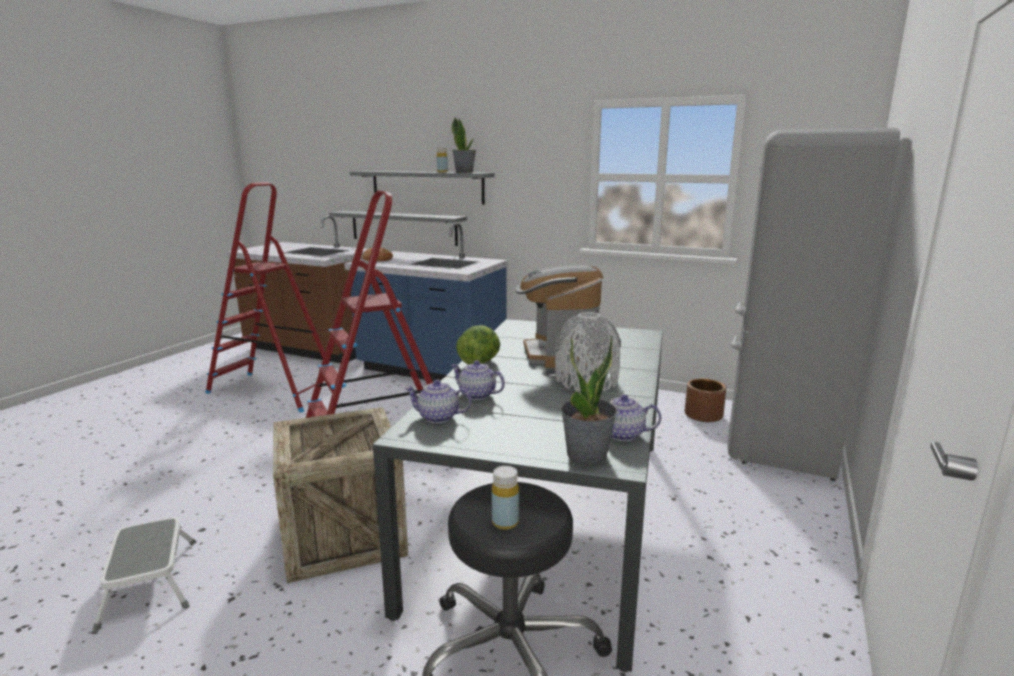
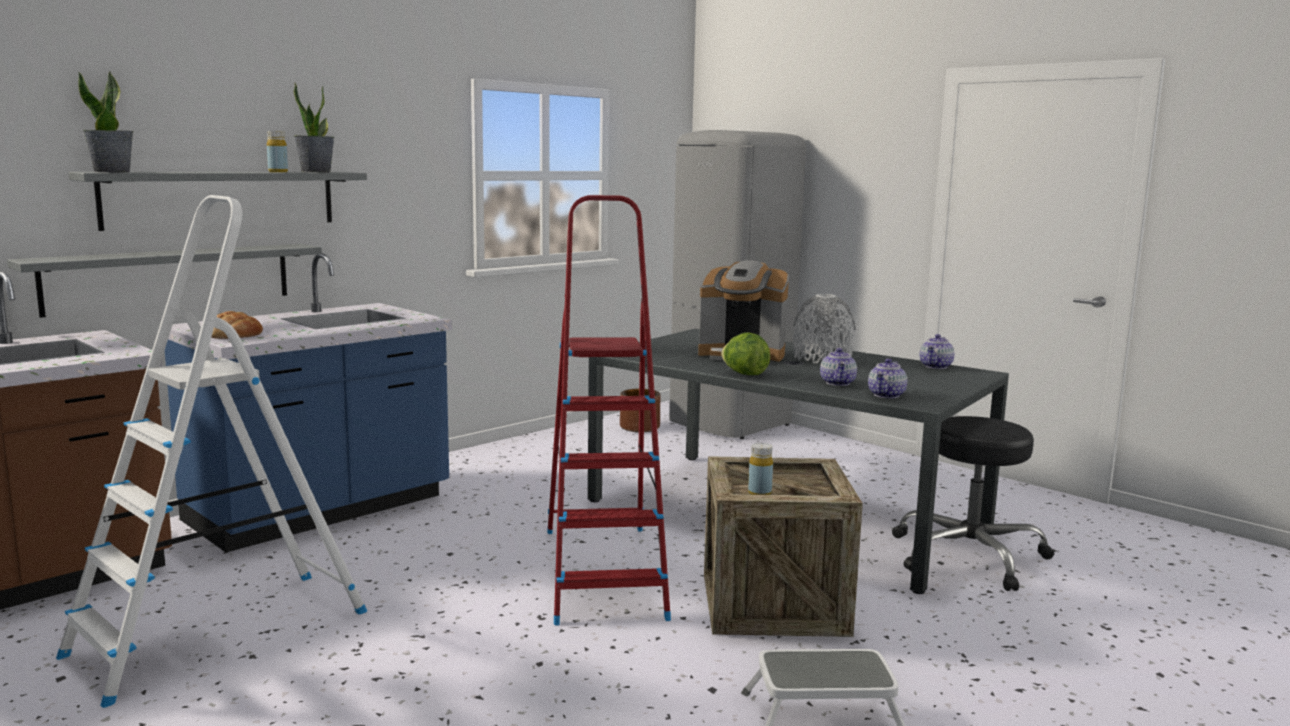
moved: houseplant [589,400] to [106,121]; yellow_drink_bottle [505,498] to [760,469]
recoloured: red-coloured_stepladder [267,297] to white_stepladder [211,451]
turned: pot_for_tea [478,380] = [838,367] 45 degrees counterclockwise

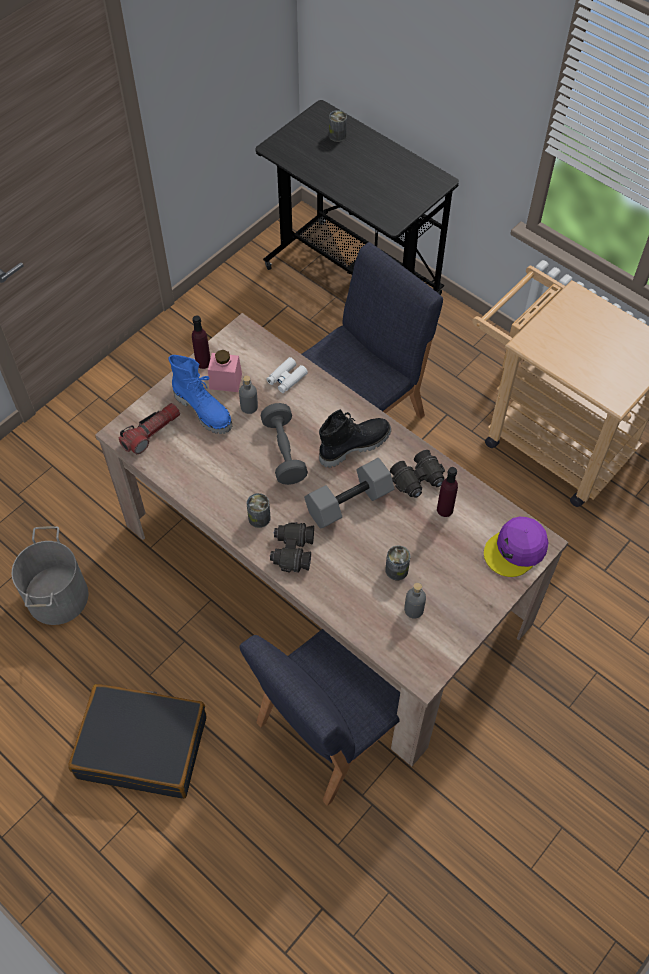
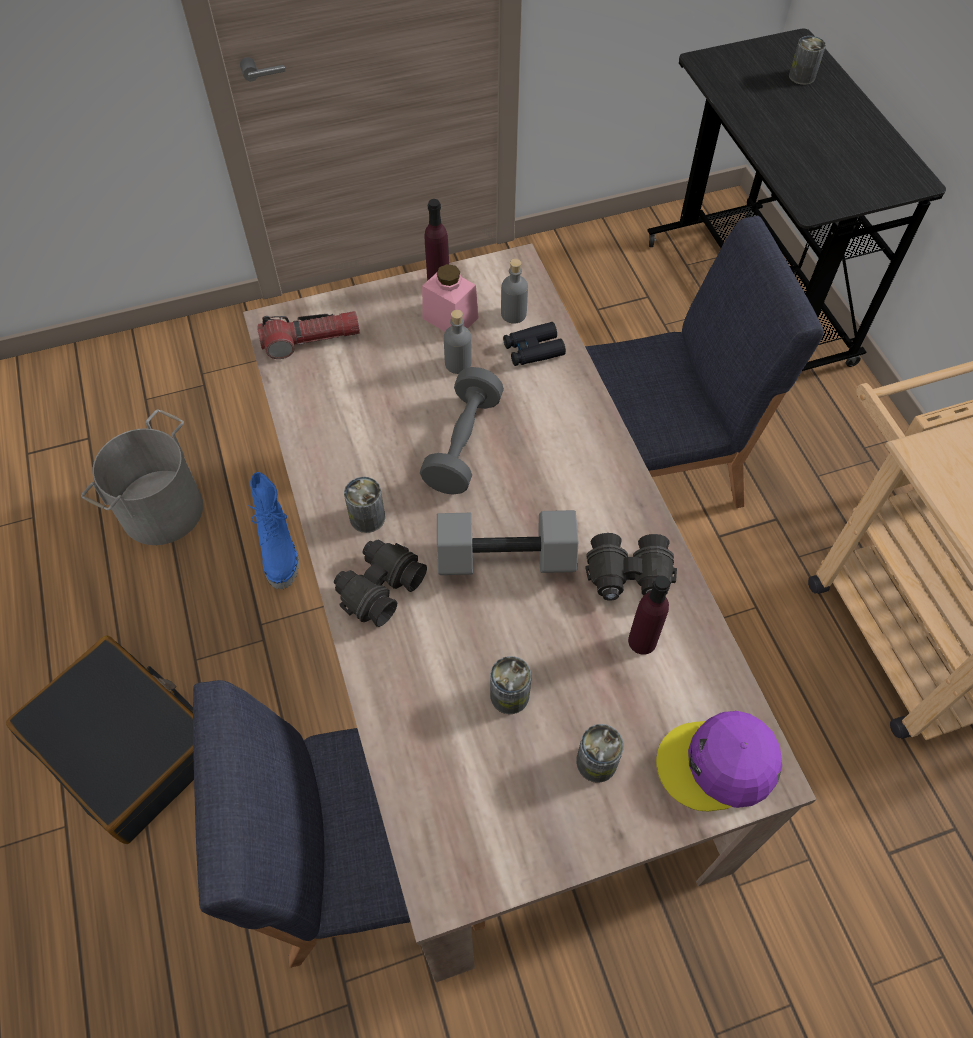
removed: blackish_tall_boot [355,438]
added: sealed_can [600,753]
moved: blue-coloured_tall_boot [200,394] to [273,530]; grey_drink_bottle [415,601] to [514,291]
recoloured: white_field_glasses [287,375] to blackish_field_glasses [534,344]

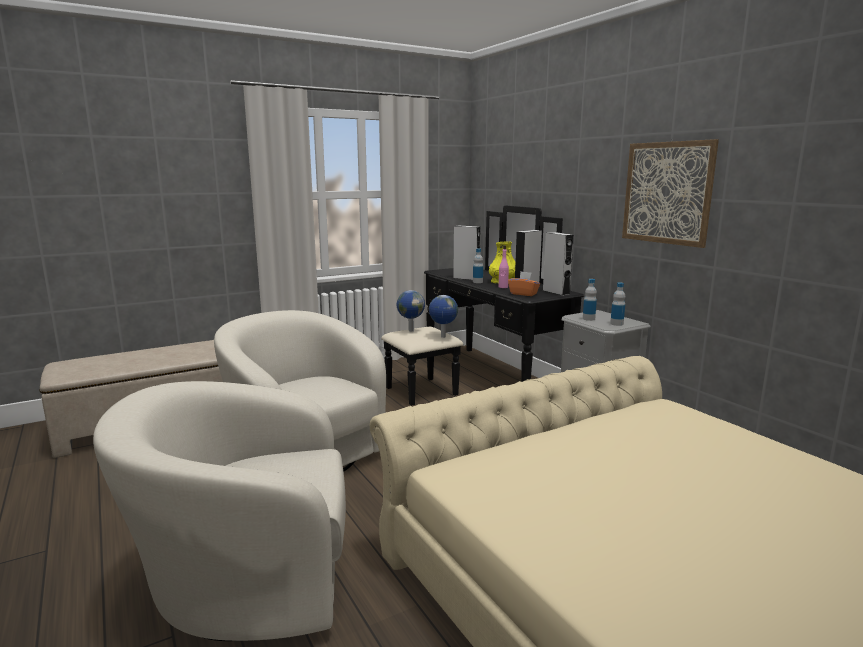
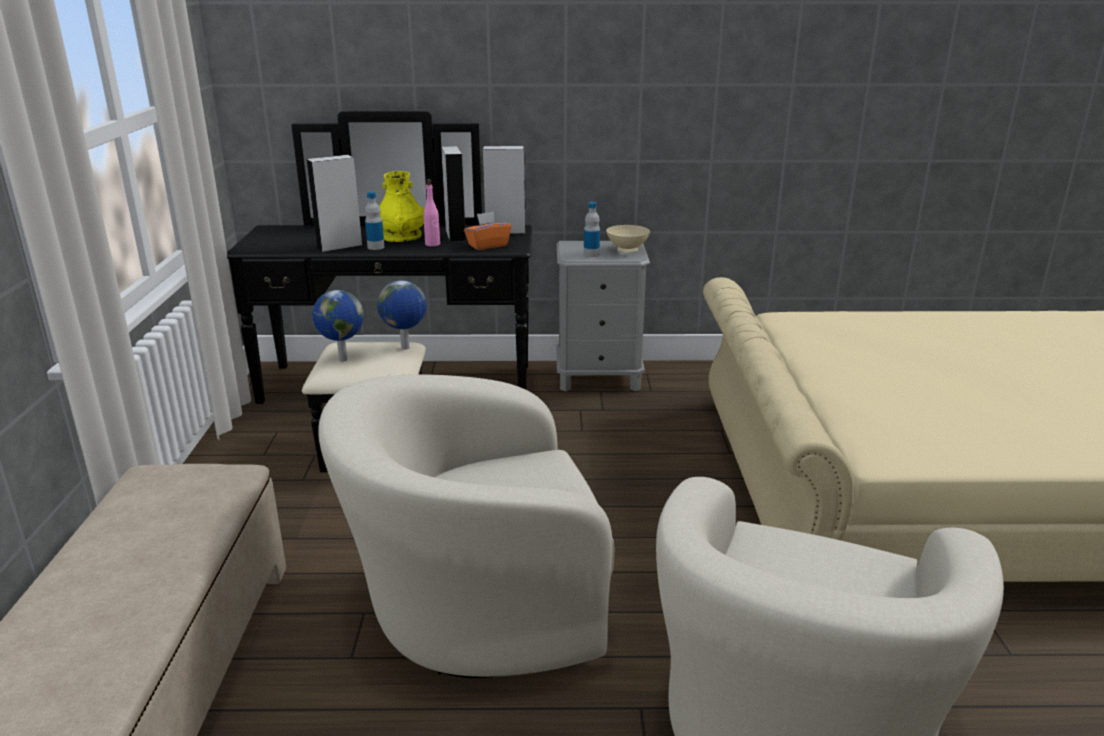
removed: wall_picture [670,193]
replaced: drink_bottle [617,304] to beige_bowl [628,238]

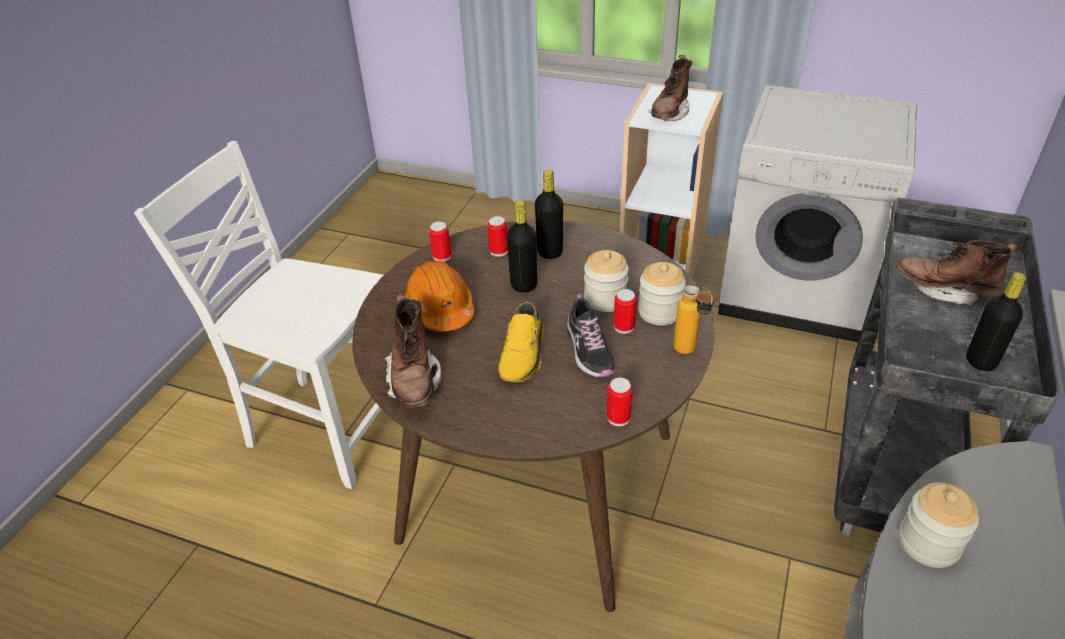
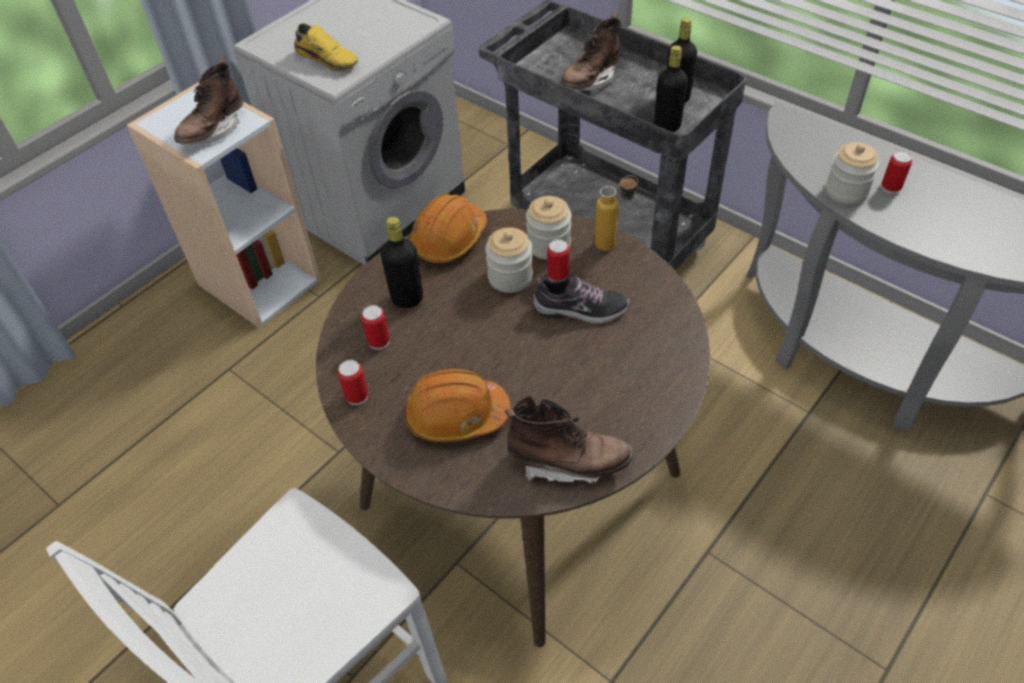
added: orange-coloured_work_helmet [448,229]
moved: yellow_item_of_footwear [521,342] to [326,47]; blackish_drink_bottle [522,246] to [671,88]; sealed_can [620,402] to [896,172]
turned: brownish_tall_boot [671,88] = [208,101] 75 degrees clockwise

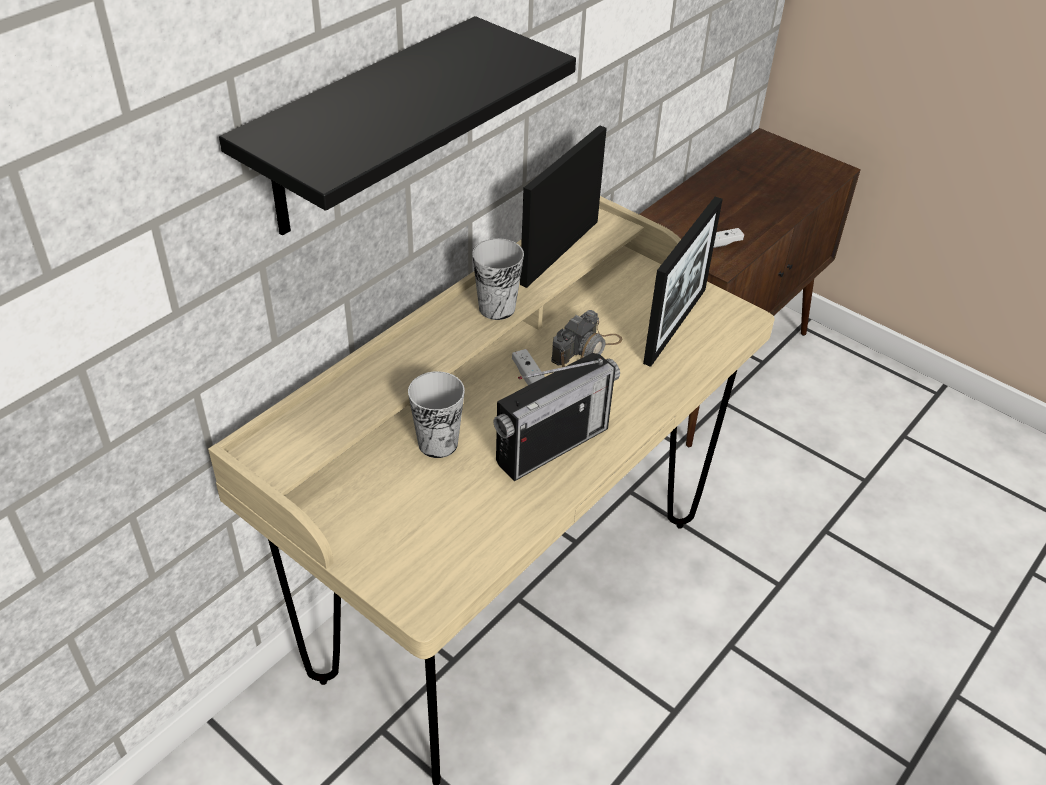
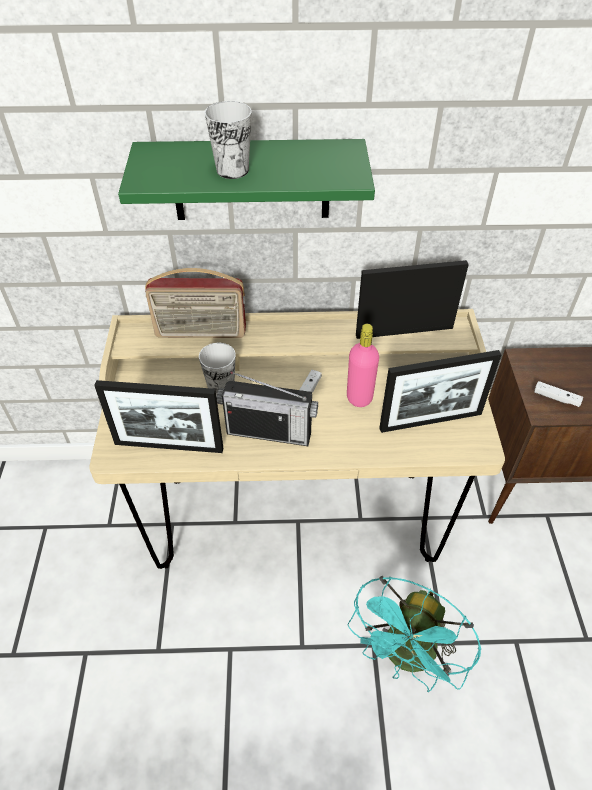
added: photo_frame [158,416]; radio_set [195,303]; blue-green_electric_fan [414,634]
moved: drinking_cup [498,279] to [228,140]
replaced: photo_camera [586,338] to pink_drink_bottle [363,365]
recoloured: blackish_bracket_shelf [397,126] to green_bracket_shelf [246,179]

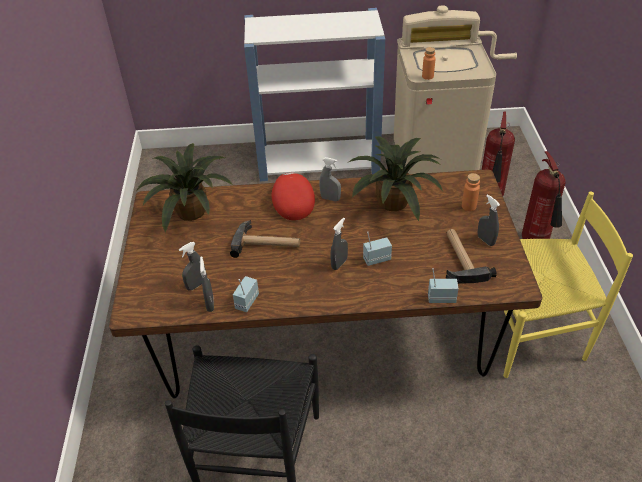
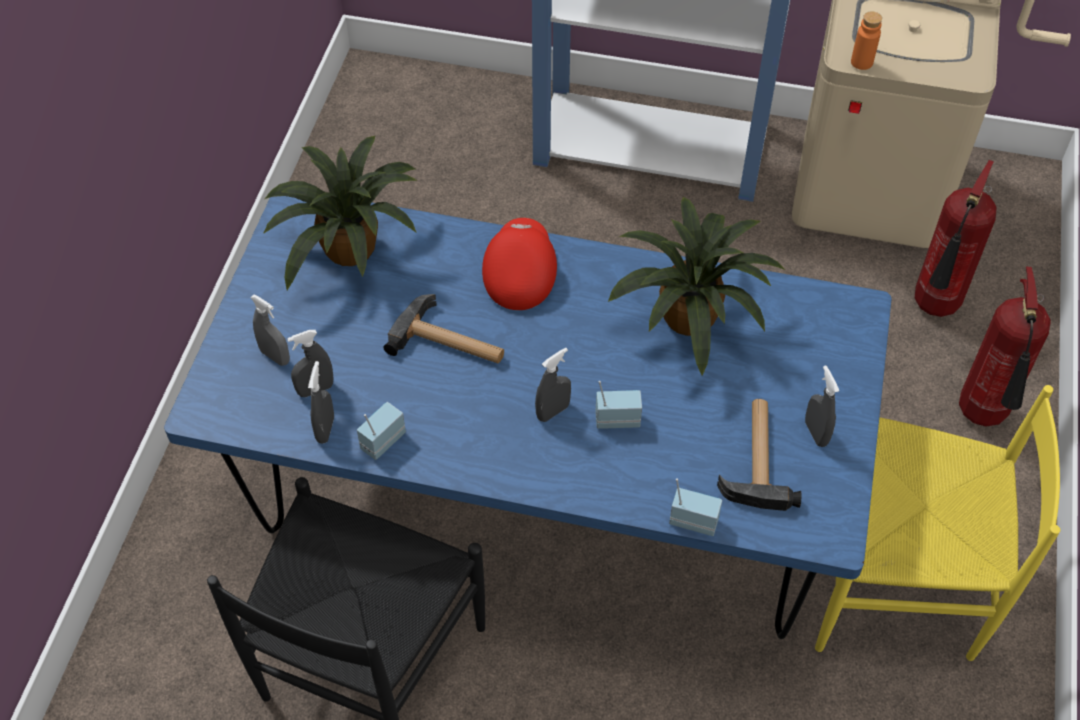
removed: orange-coloured_drink_bottle [471,192]
moved: grey_spray_bottle [330,179] to [270,330]
recoloured: brownish_kitchen_table [325,284] to blue-coloured_kitchen_table [527,417]

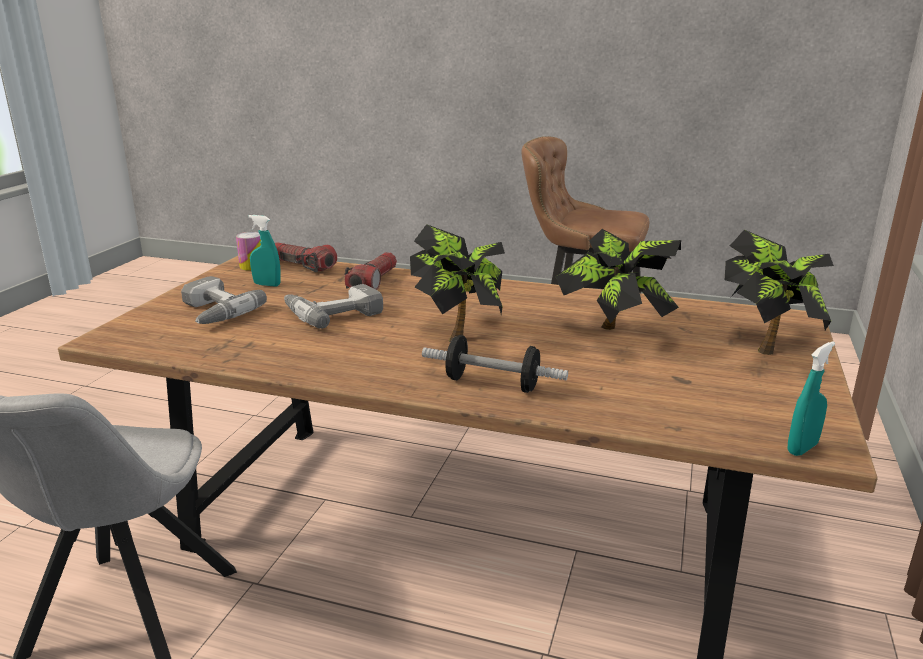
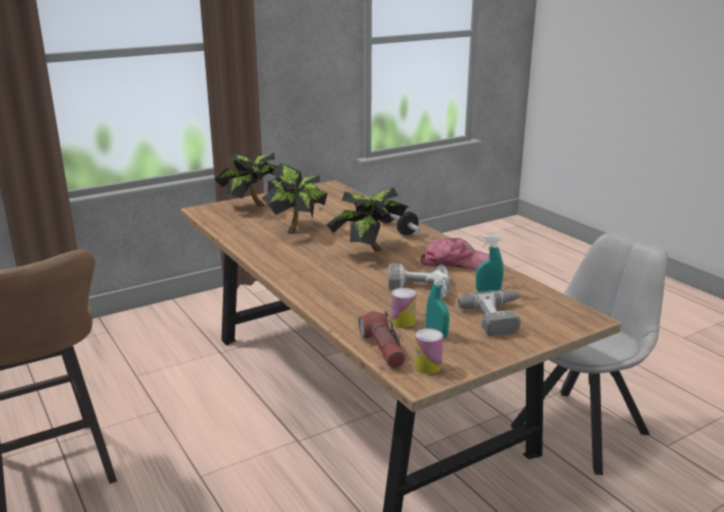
removed: hand_torch [370,271]
added: sealed_can [403,308]; cap [455,254]
moved: blue-green_spray_bottle [811,398] to [489,263]

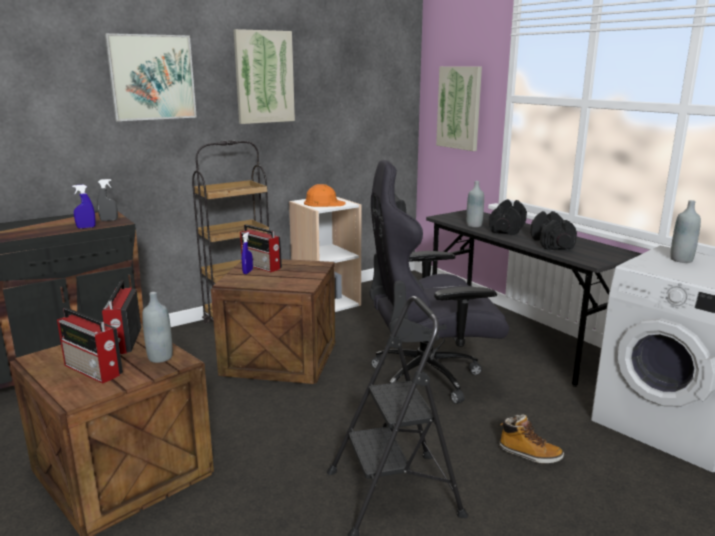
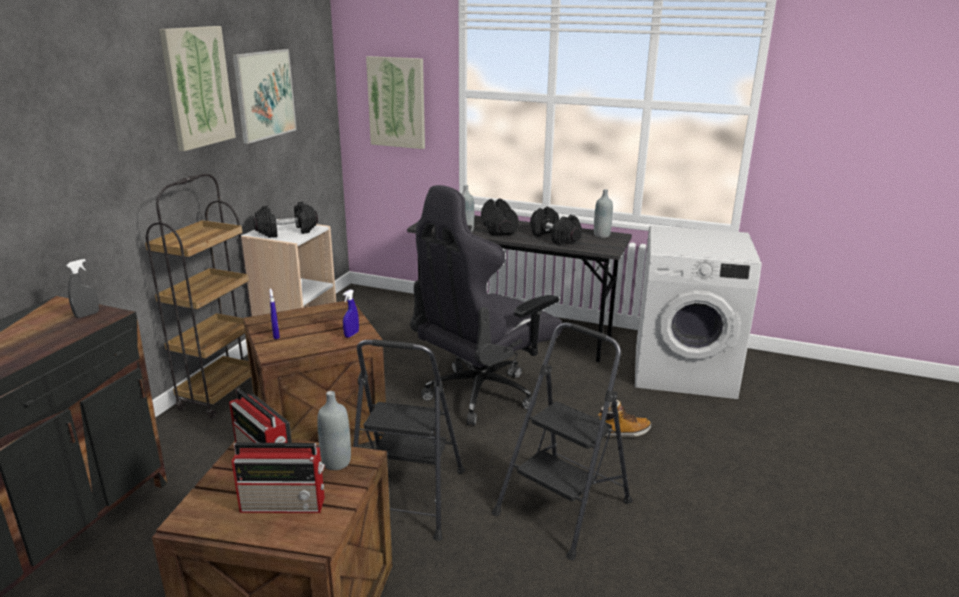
removed: radio_set [261,248]
added: blackish_stepladder [409,440]
moved: wall_picture [151,77] to [264,96]; blue-coloured_spray_bottle [84,207] to [351,313]; grey_drink_bottle [685,231] to [603,213]
replaced: orange-coloured_work_helmet [324,195] to blackish_free_weight [285,220]

